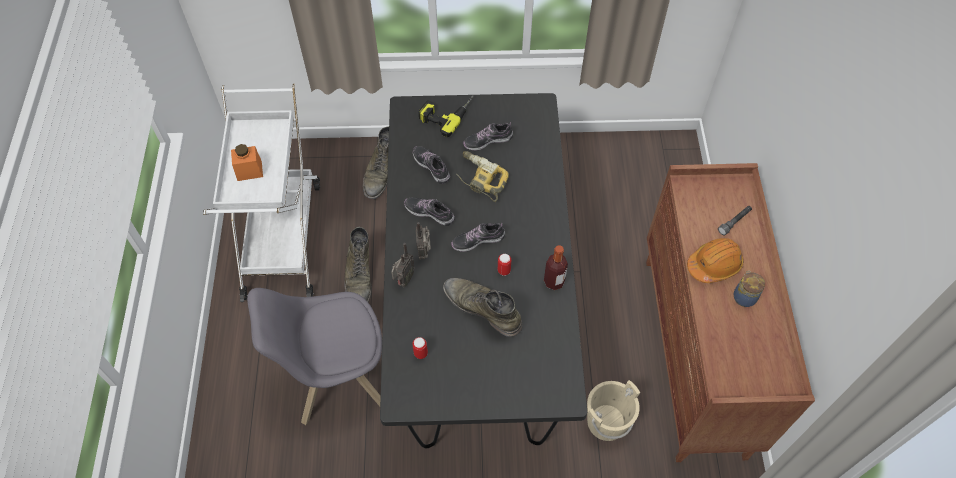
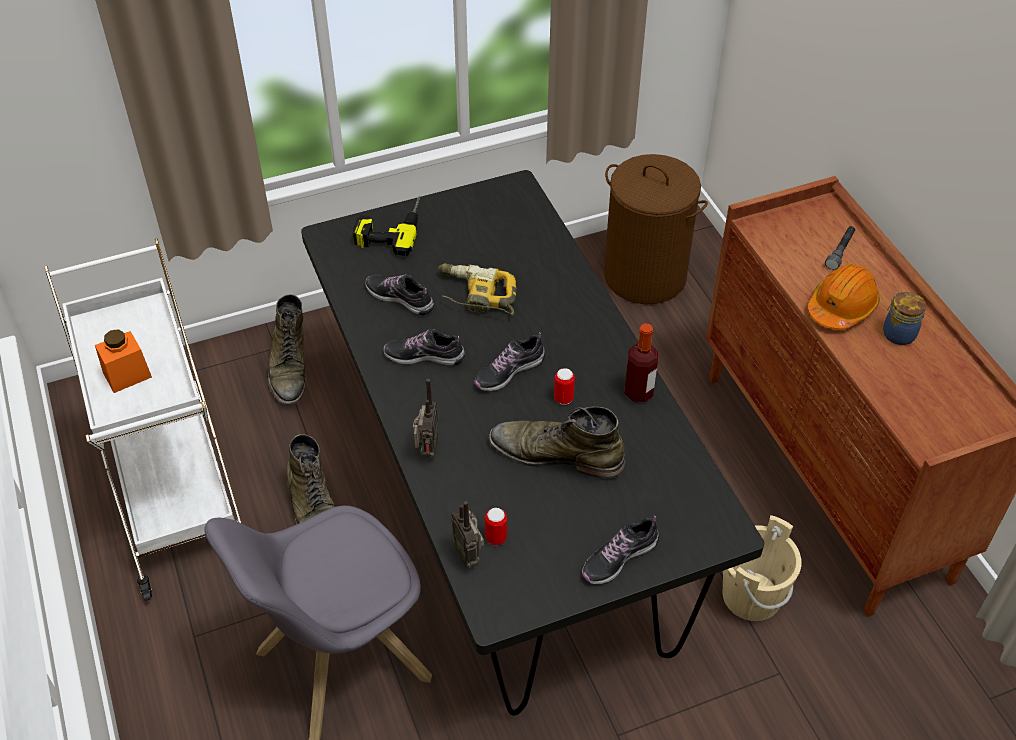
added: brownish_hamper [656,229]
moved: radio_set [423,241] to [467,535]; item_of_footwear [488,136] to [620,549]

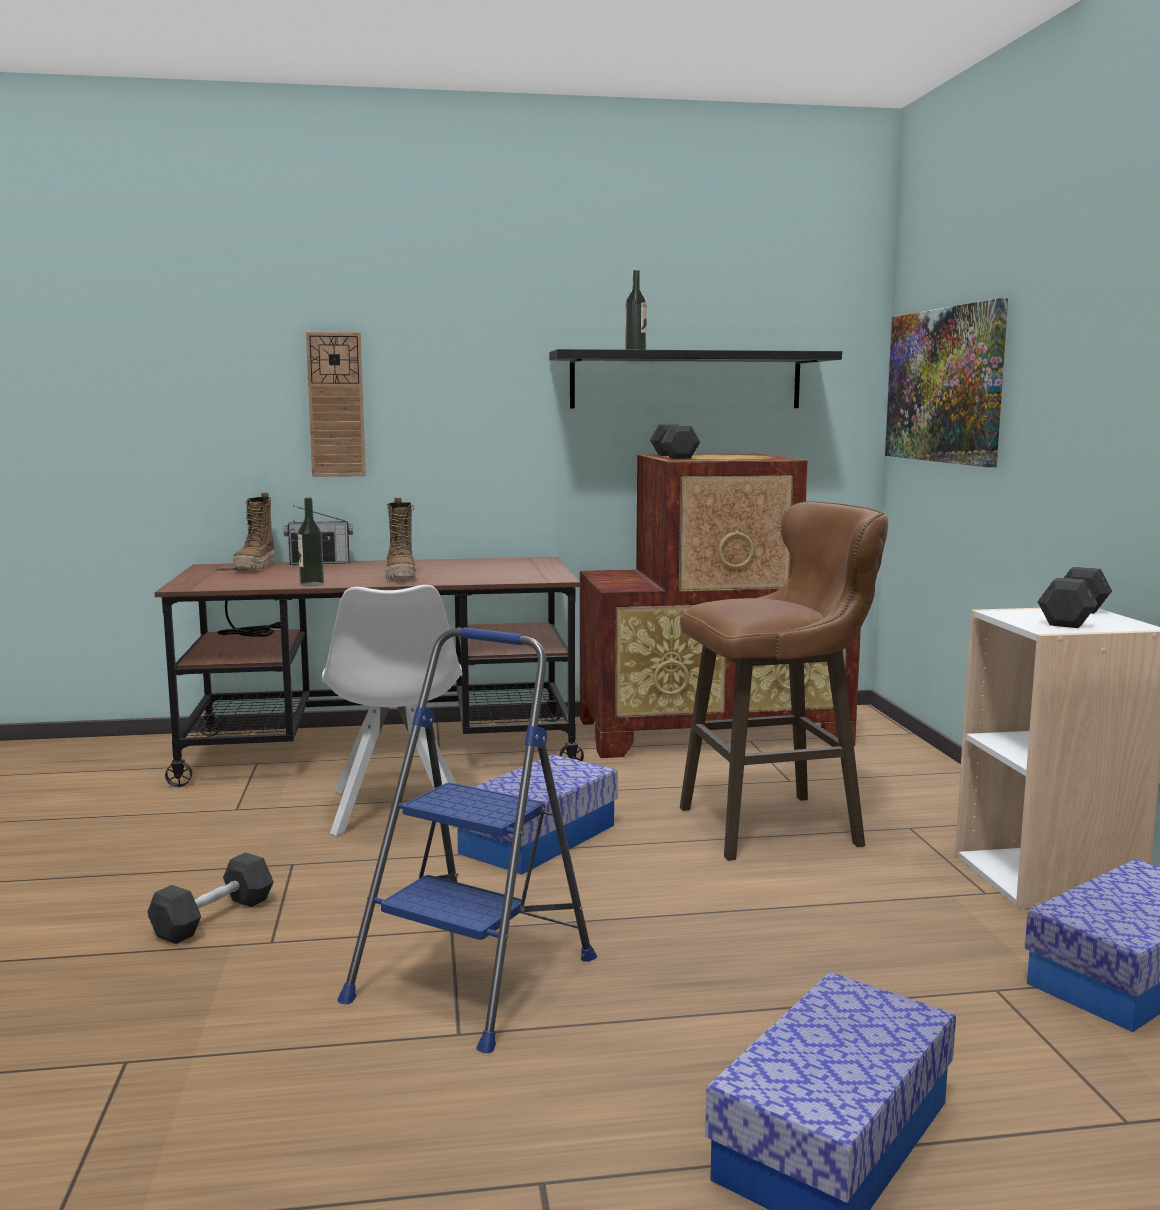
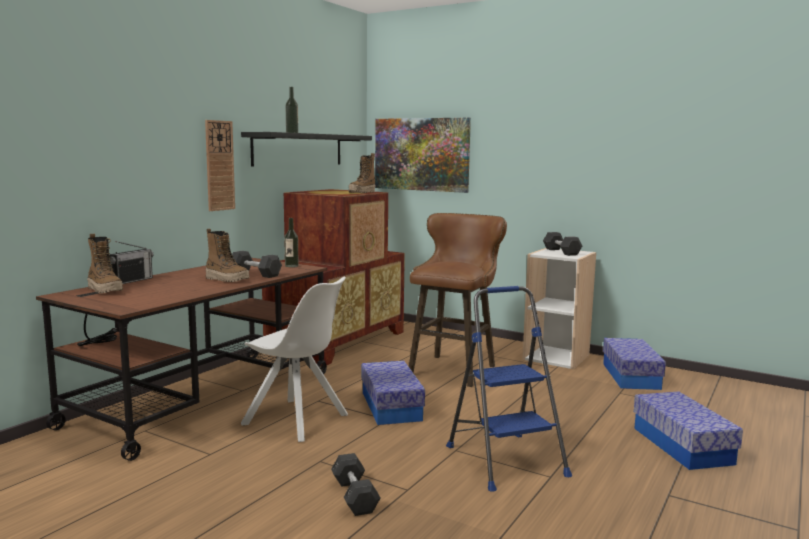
added: tall_boot [362,173]
moved: wall_clock [336,404] to [220,165]; grey_free_weight [675,441] to [257,264]; drink_bottle [311,542] to [292,242]

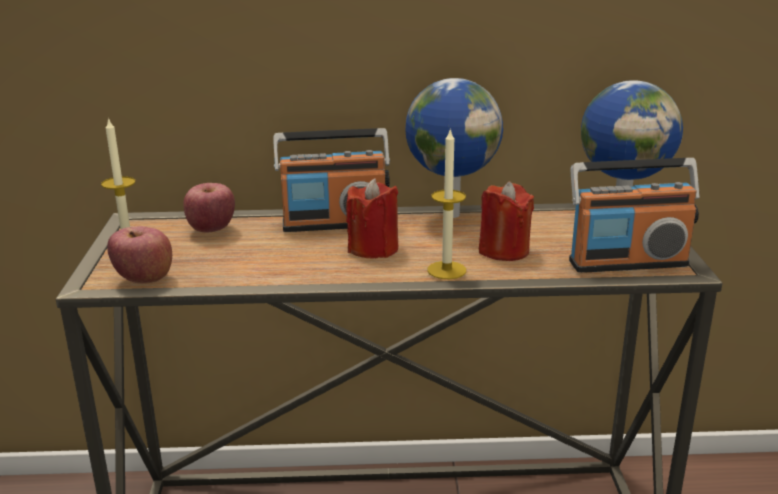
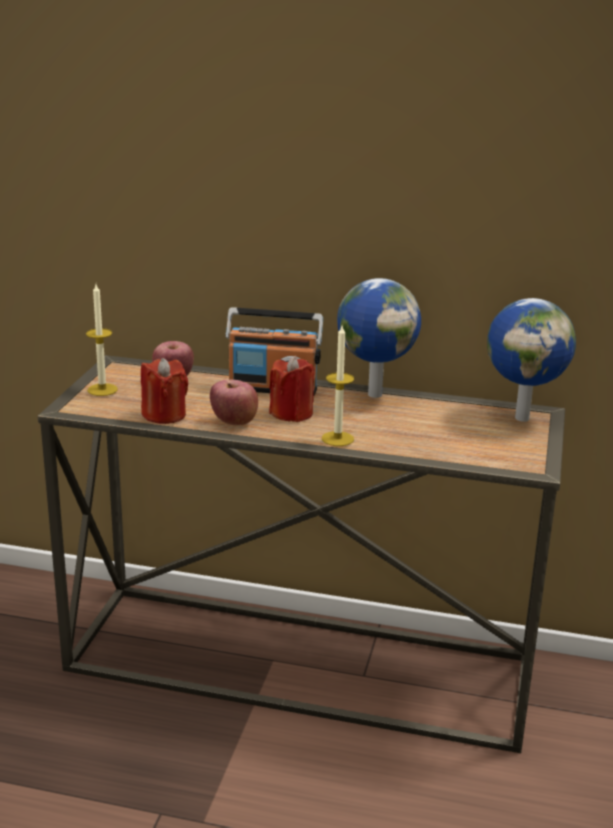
removed: radio_set [634,215]
moved: red-coloured_wax_candle [506,221] to [164,391]; apple [139,255] to [234,402]

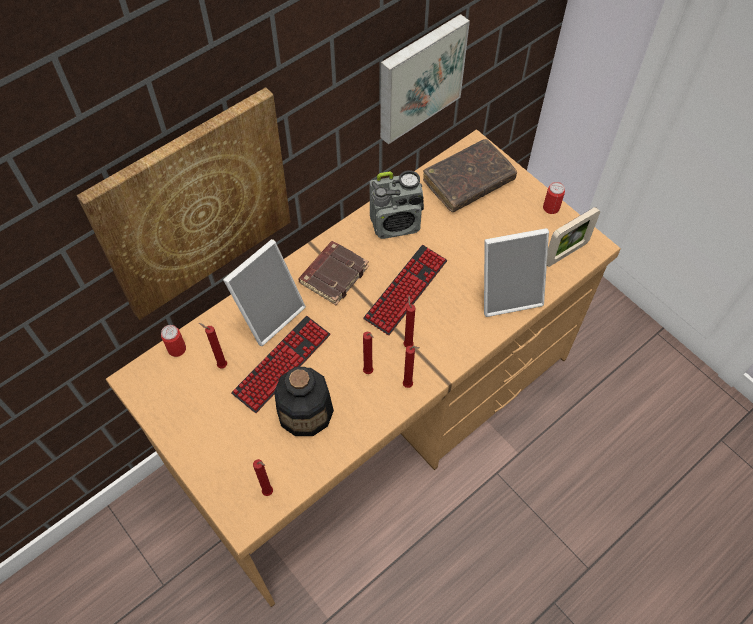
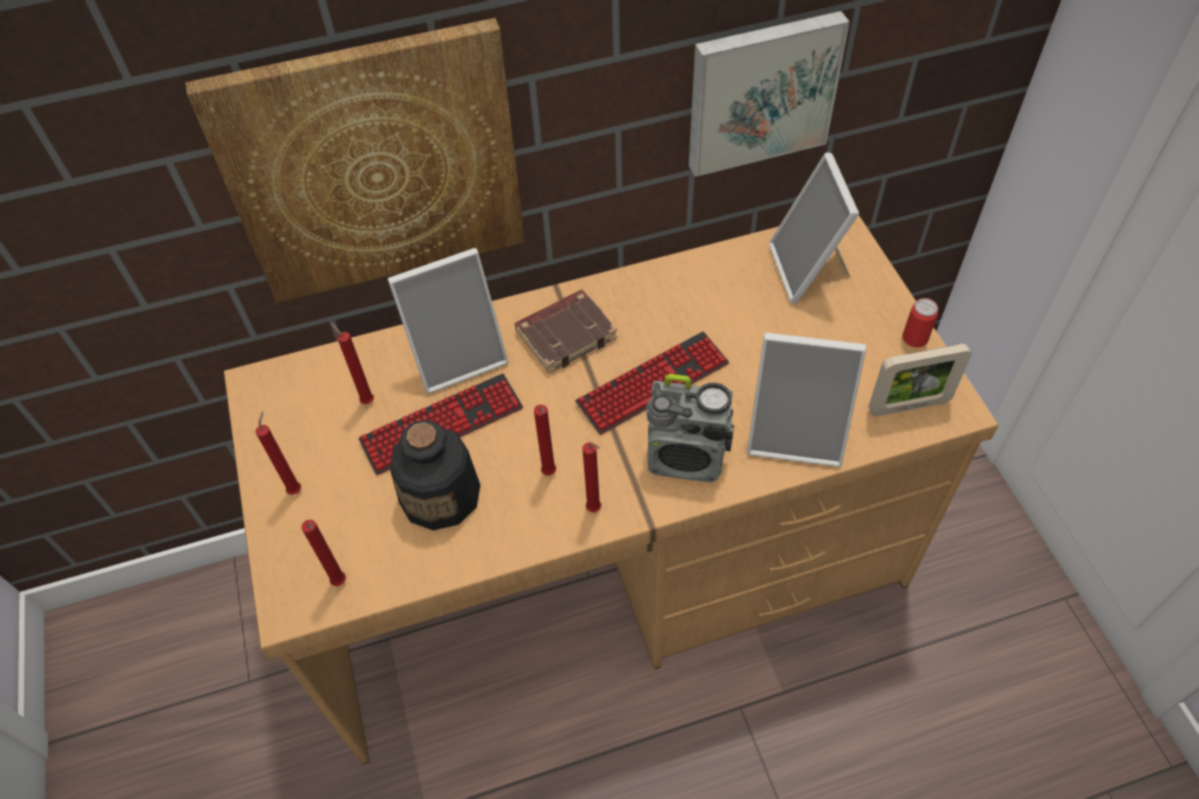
removed: sealed_can [173,341]
moved: red-coloured_wax_candle [409,322] to [278,453]; radio_set [397,204] to [690,428]
replaced: brownish_bound_book [470,175] to photo_frame [814,228]

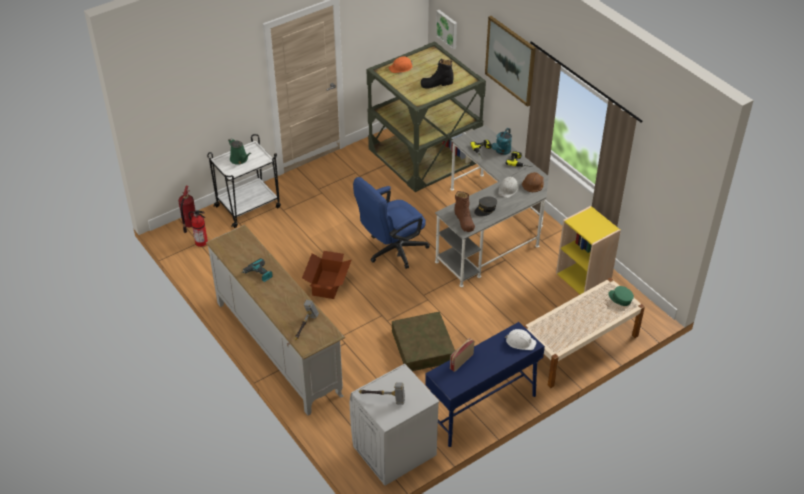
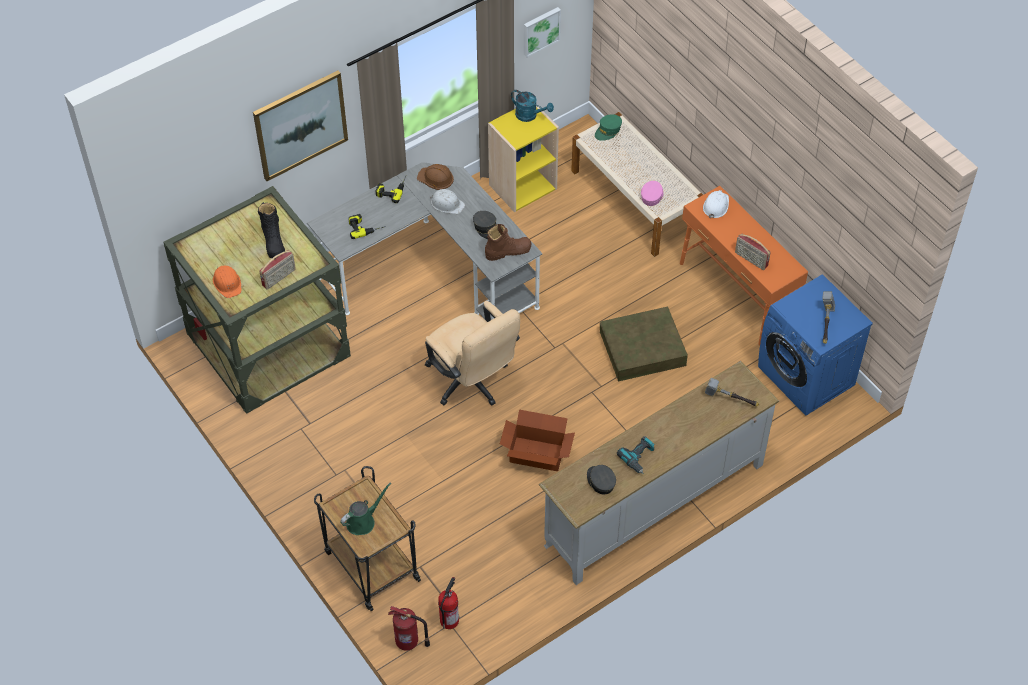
added: radio_set [277,270]; grey_cap [601,479]; pink_cap [652,193]
moved: blue-green_watering_can [501,141] to [532,106]; wall_picture [446,29] to [542,32]
recoloured: white_wheeled_cart [244,181] to brownish_wheeled_cart [367,538]; blue-coloured_desk_chair [391,223] to beige_desk_chair [472,353]; blue-coloured_narrow_table [485,384] to orange-coloured_narrow_table [744,266]; white_laundry_appliance [394,425] to blue-coloured_laundry_appliance [815,345]

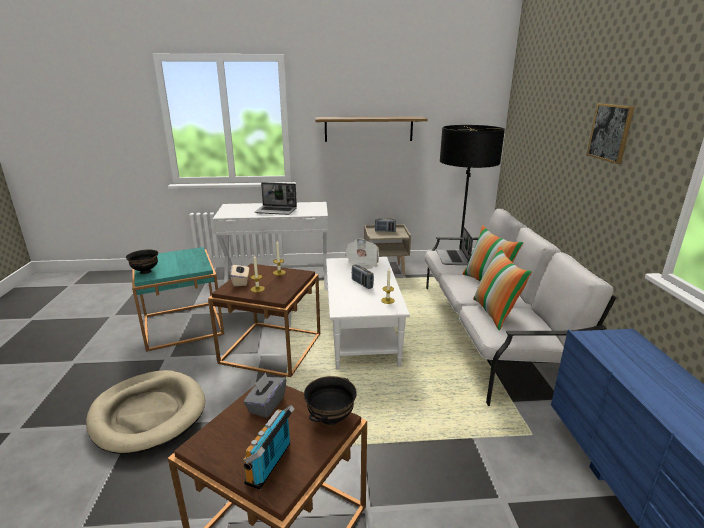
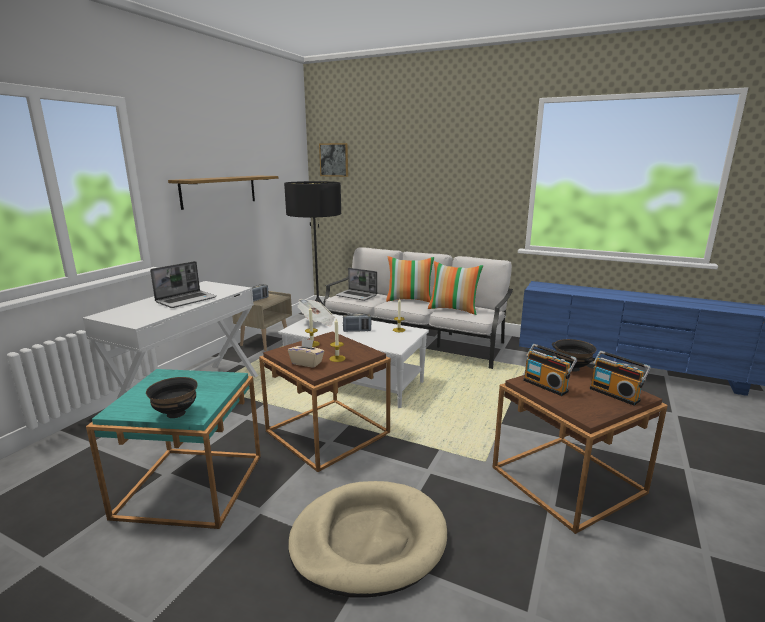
moved: wall_picture [611,133] to [333,160]
replaced: grey_tissue_box [264,395] to radio_set [550,370]

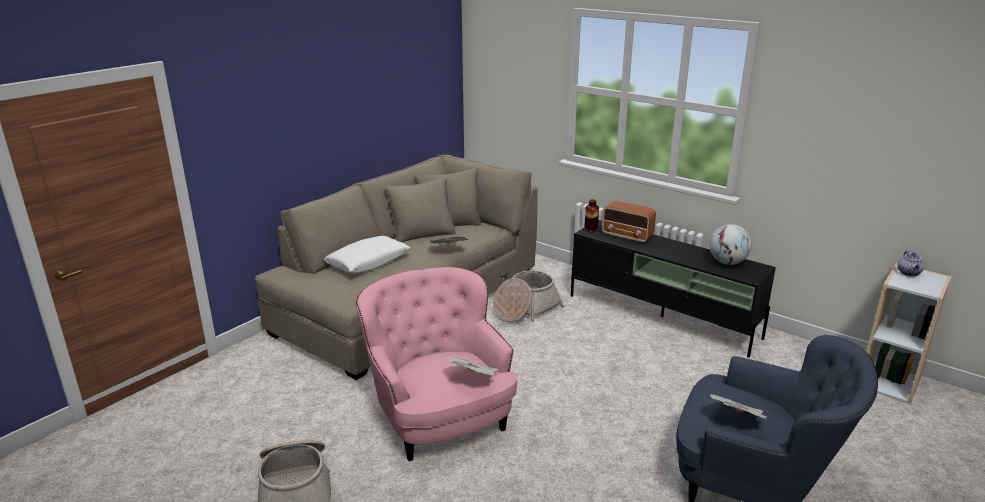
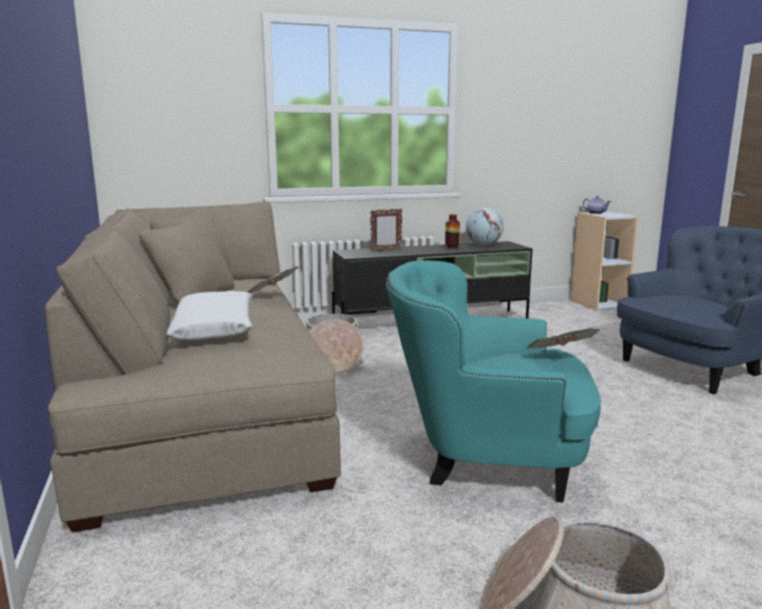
removed: daily_paper [738,406]
moved: flower_vase [592,215] to [452,231]
replaced: radio_set [629,222] to photo_frame [386,230]
recoloured: pink_easy_chair [436,364] to blue-green_easy_chair [493,382]

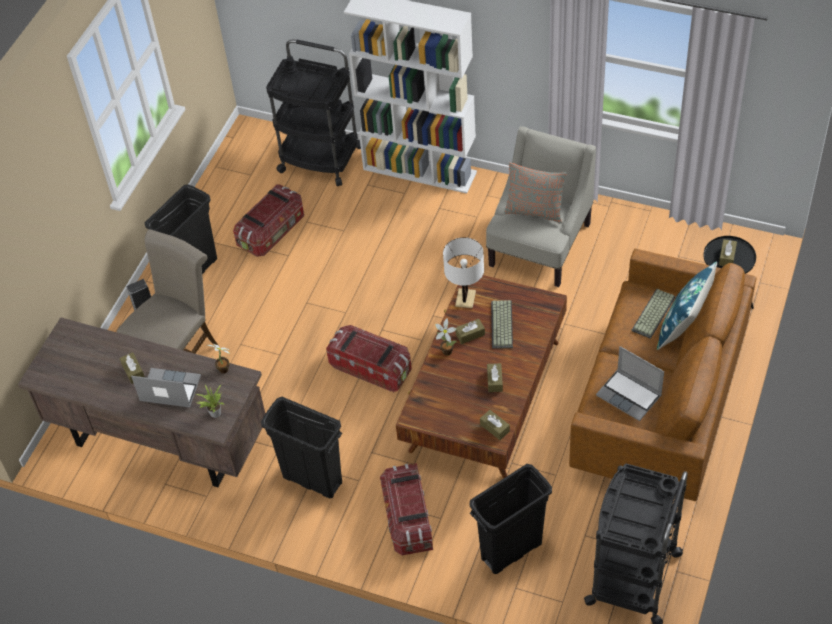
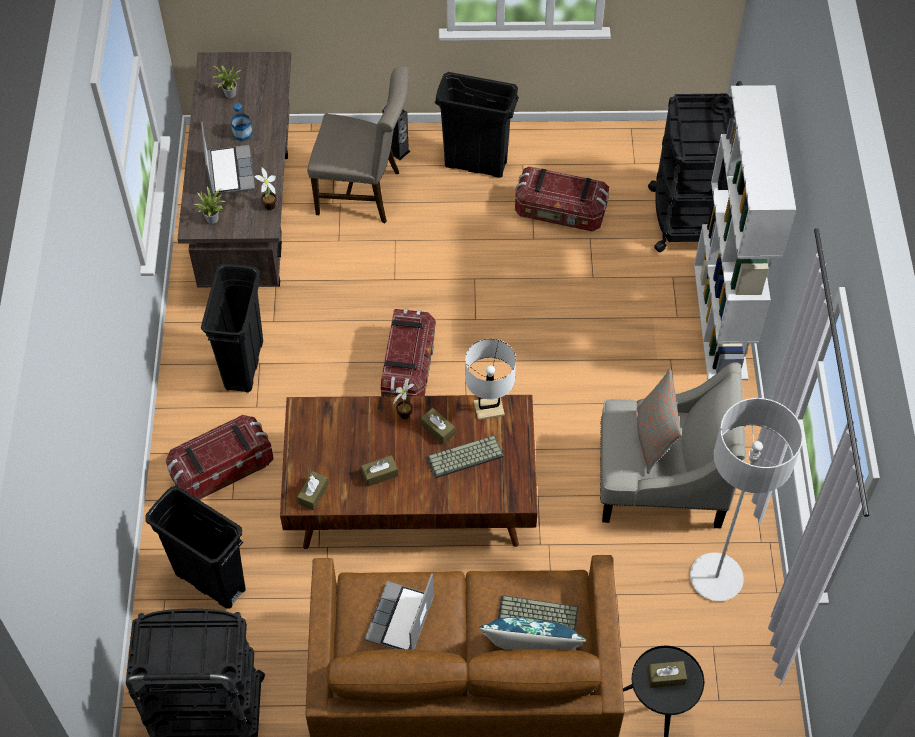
added: houseplant [226,82]; grey_floor_lamp [746,499]
replaced: brownish_tissue_box [132,368] to drink_bottle [242,122]

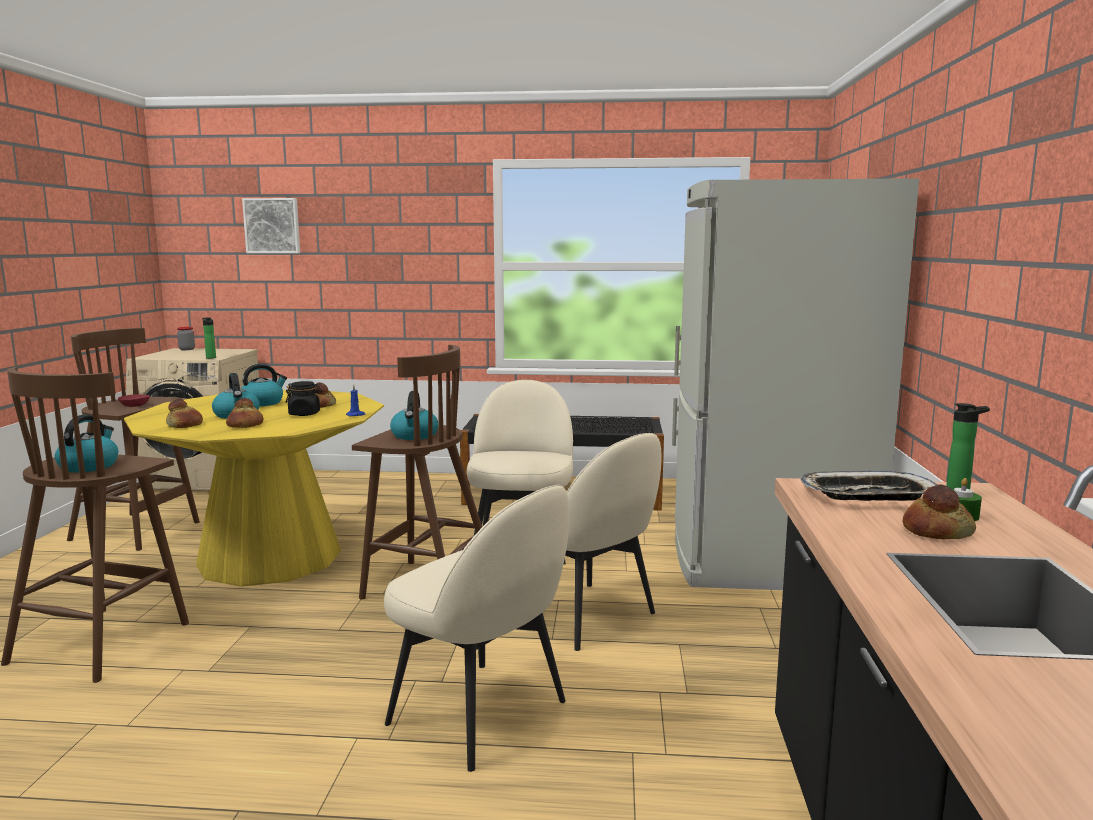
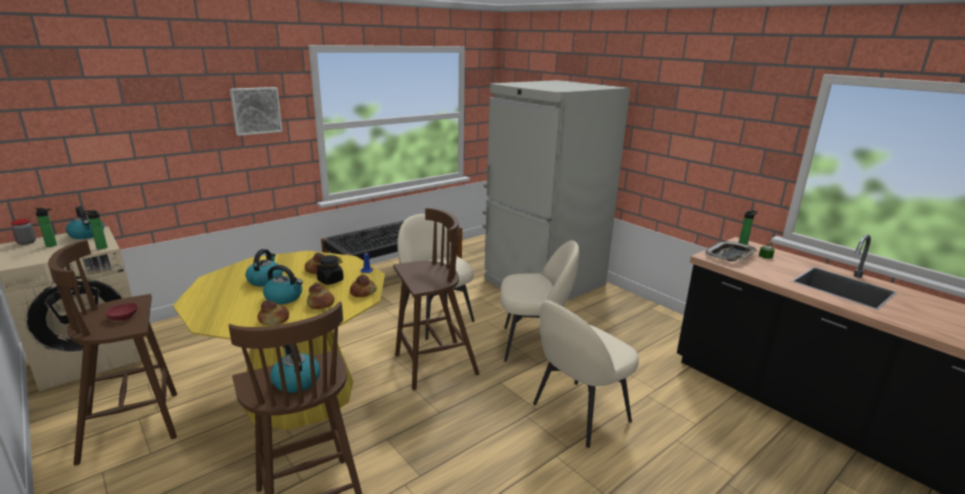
added: drink_bottle [46,227]
moved: kettle [414,415] to [85,222]; wall_picture [271,225] to [256,111]; bakery_bread [939,512] to [363,286]
turned: beige_plain_chair [476,628] = [586,374] 150 degrees clockwise

